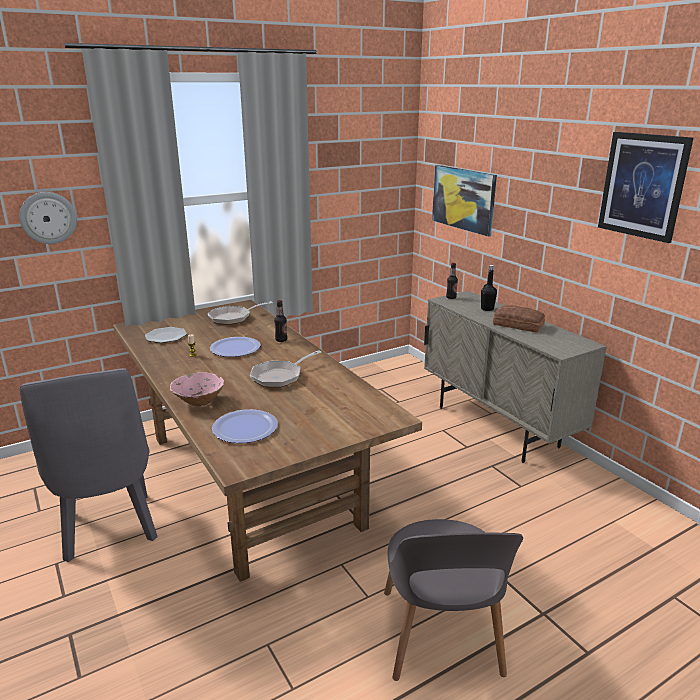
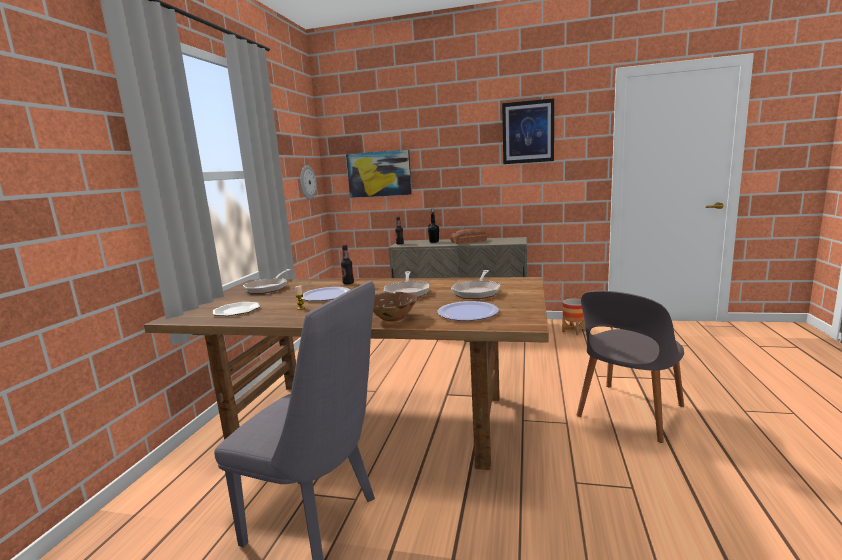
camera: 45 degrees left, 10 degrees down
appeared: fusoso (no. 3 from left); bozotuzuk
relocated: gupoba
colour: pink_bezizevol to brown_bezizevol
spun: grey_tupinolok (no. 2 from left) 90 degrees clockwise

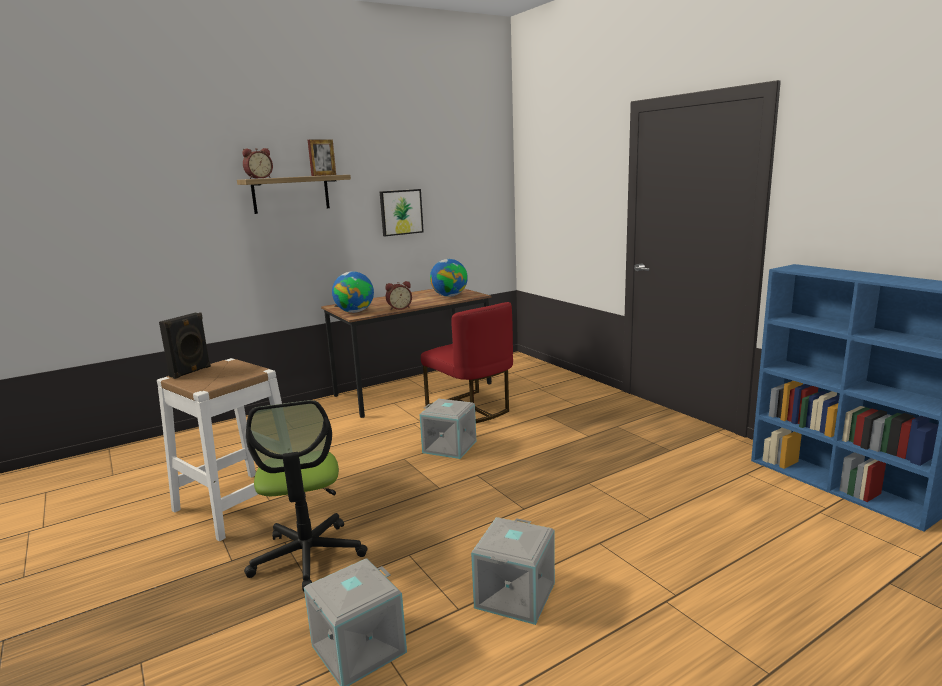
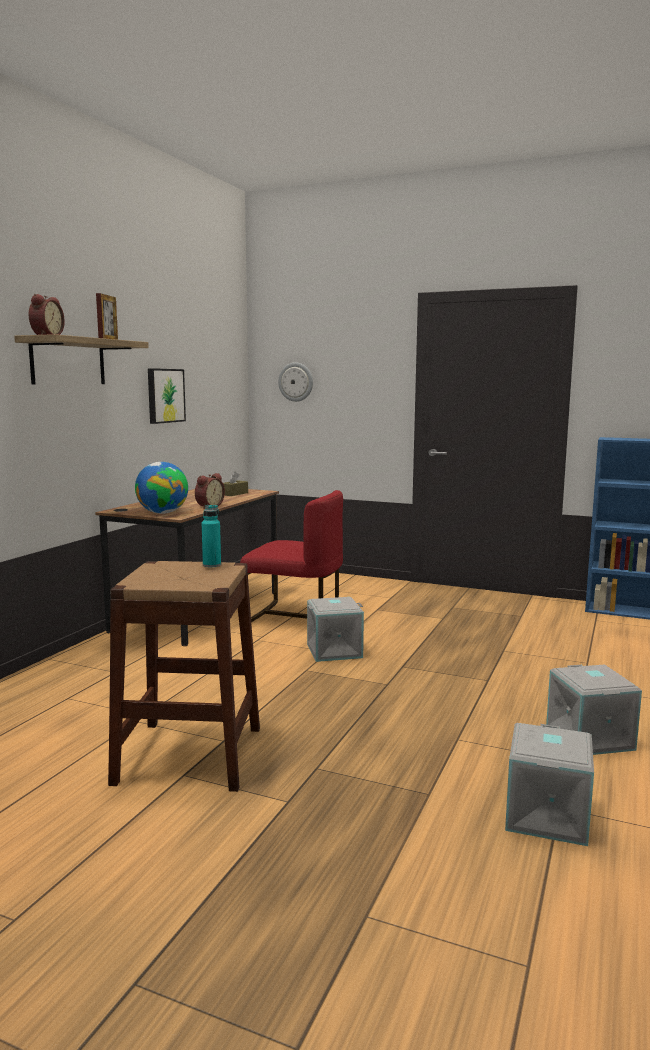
camera: 35 degrees left, 5 degrees down
missing: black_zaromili; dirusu
appeared: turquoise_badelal; gupoba
exchanged: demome (no. 2 from left) to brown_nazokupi
colour: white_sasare to brown_sasare

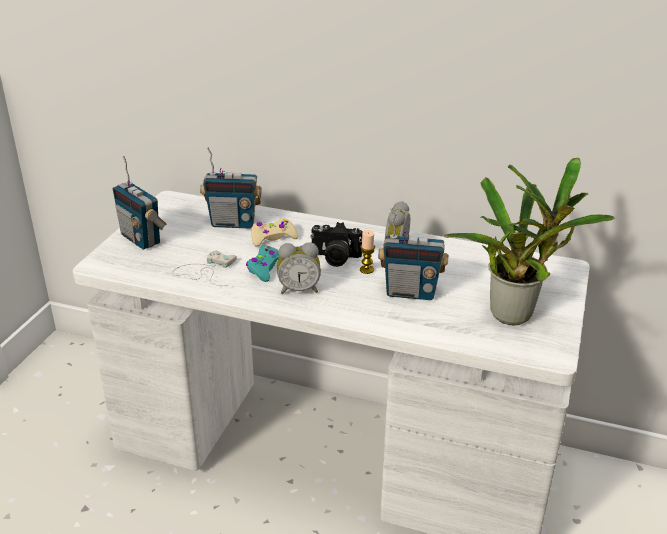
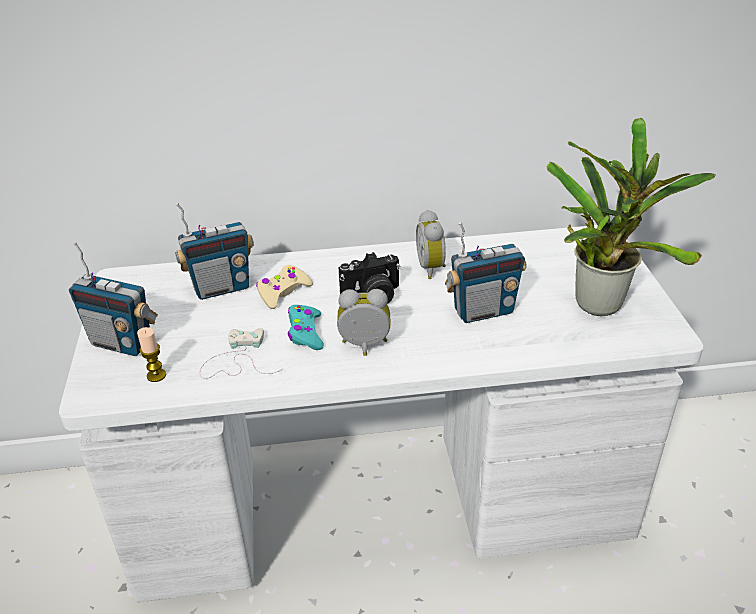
camera: 25 degrees left, 5 degrees up
relocated: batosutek
spun: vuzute (no. 1 from left) 150 degrees counterclockwise

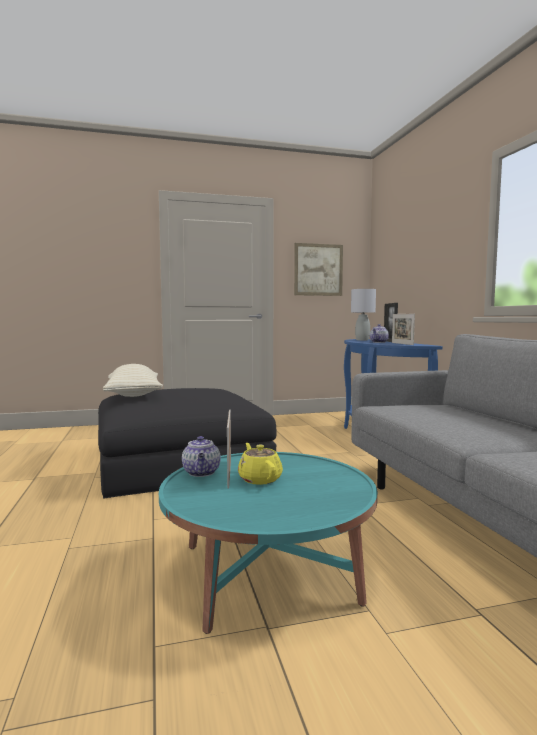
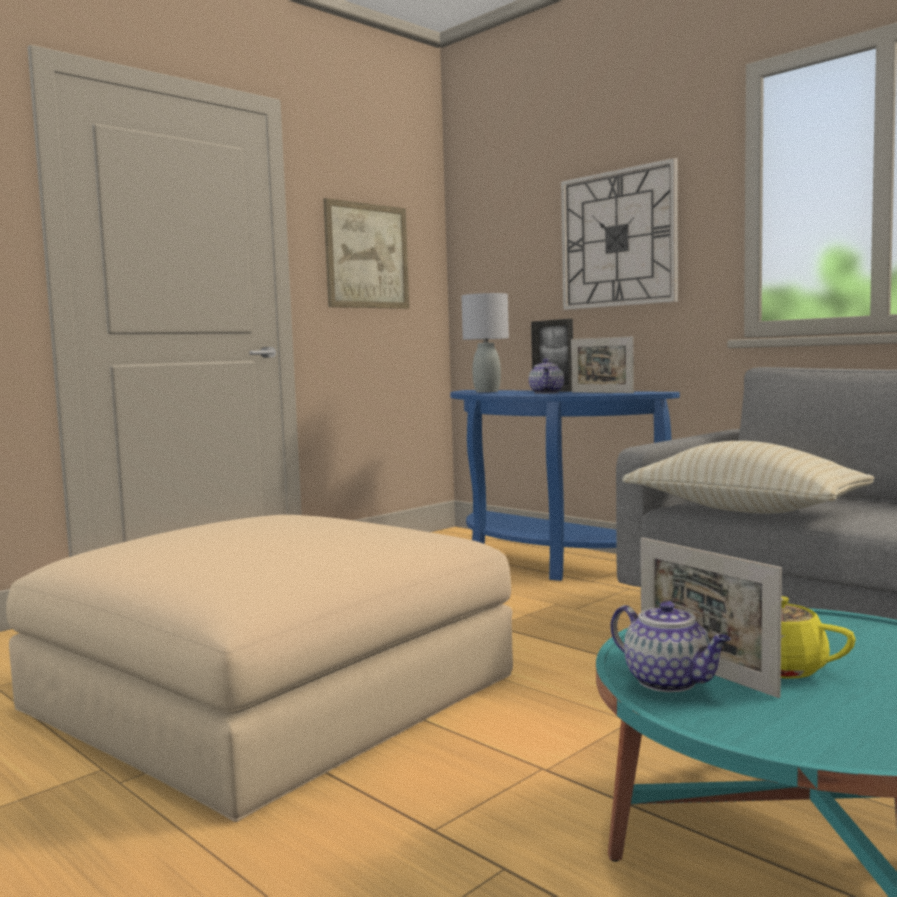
camera: 30 degrees left, 0 degrees up
appeared: gupoba
relocated: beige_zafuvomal
colour: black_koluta to beige_koluta

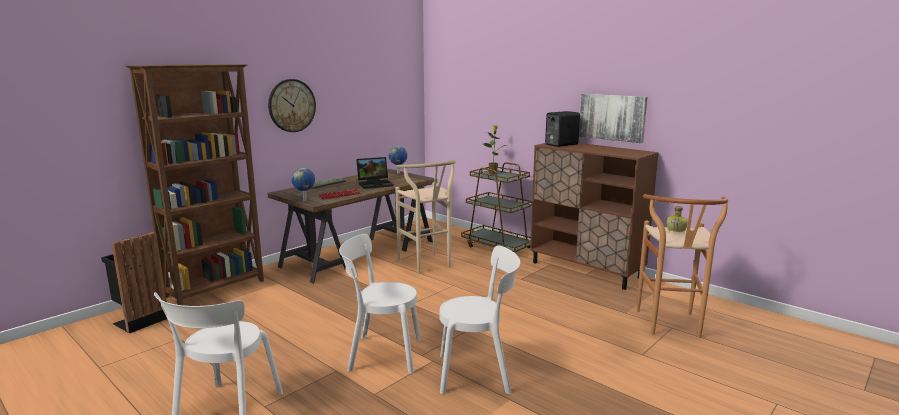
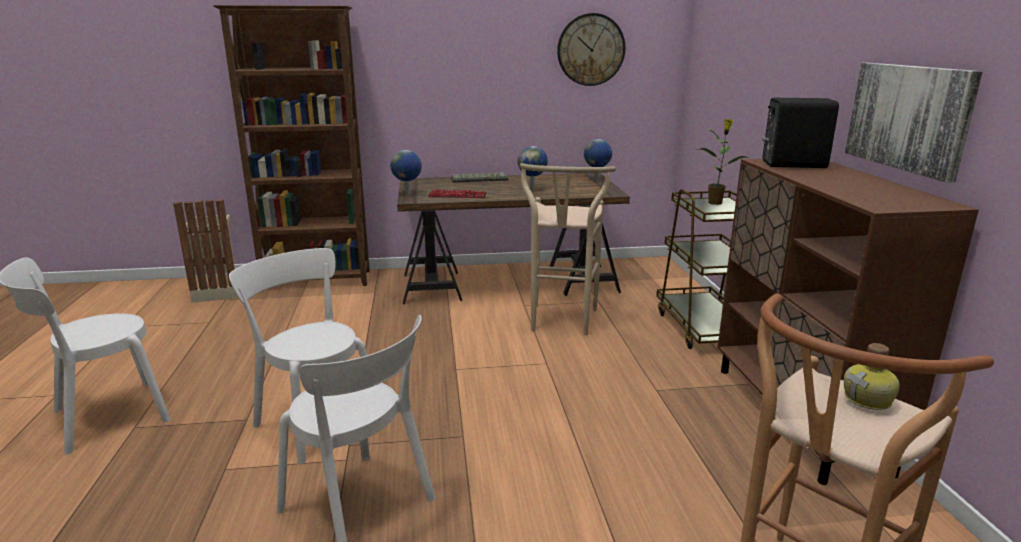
camera: 40 degrees right, 5 degrees up
relocated: gupoba
exchanged: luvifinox to demome (no. 2 from left)
colour: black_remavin to beige_remavin

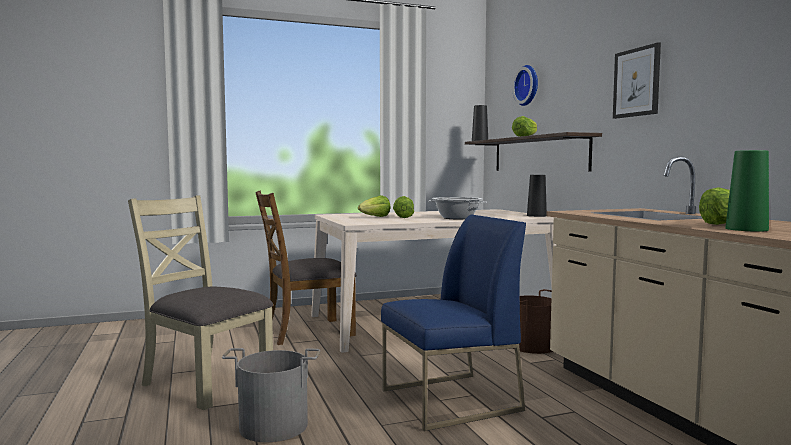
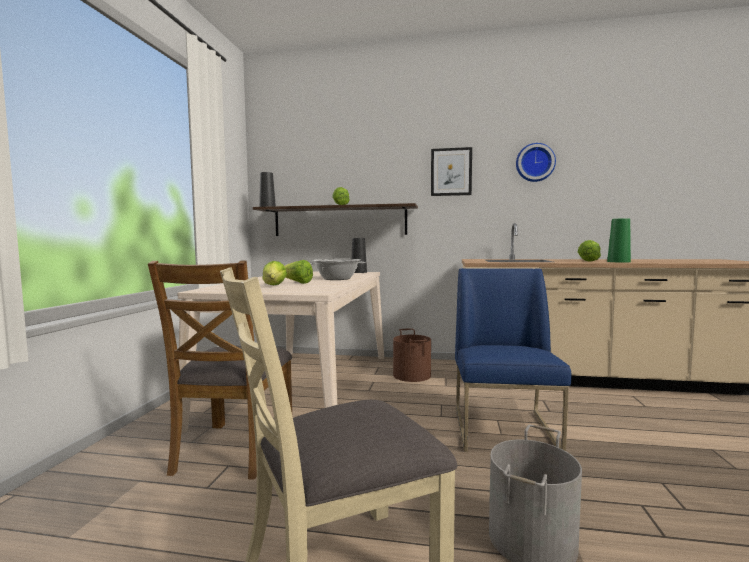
camera: 60 degrees left, 0 degrees up
relocated: gupoba

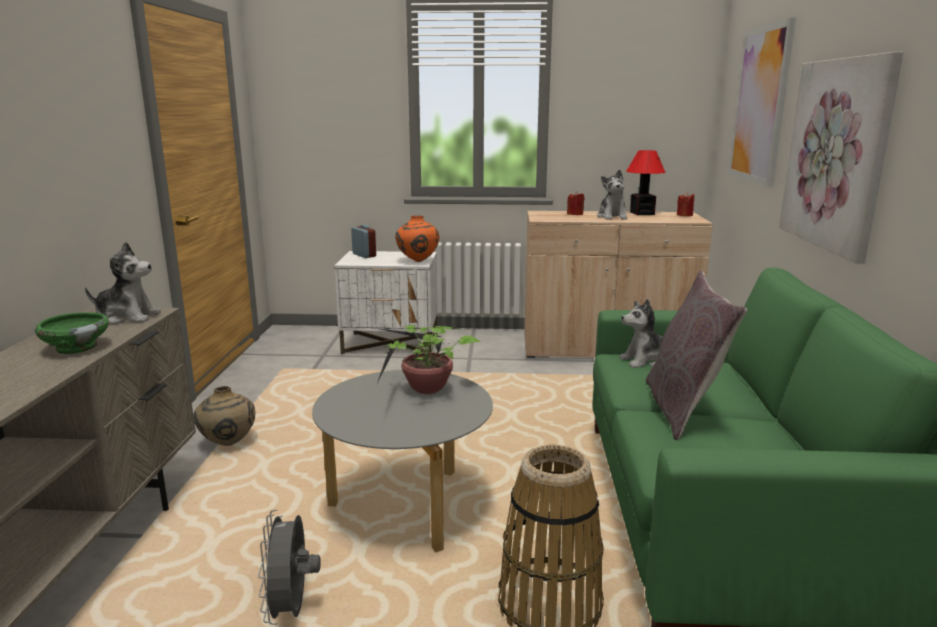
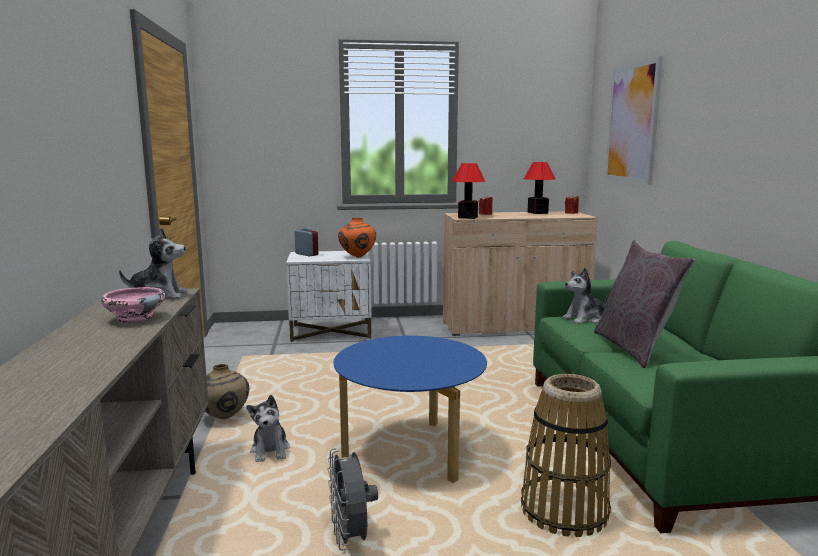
camera: 10 degrees left, 5 degrees down
missing: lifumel; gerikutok (no. 2 from left)
appeared: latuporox (no. 1 from left)
relocated: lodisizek (no. 2 from left)
colour: green_bezizevol to pink_bezizevol; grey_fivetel to blue_fivetel

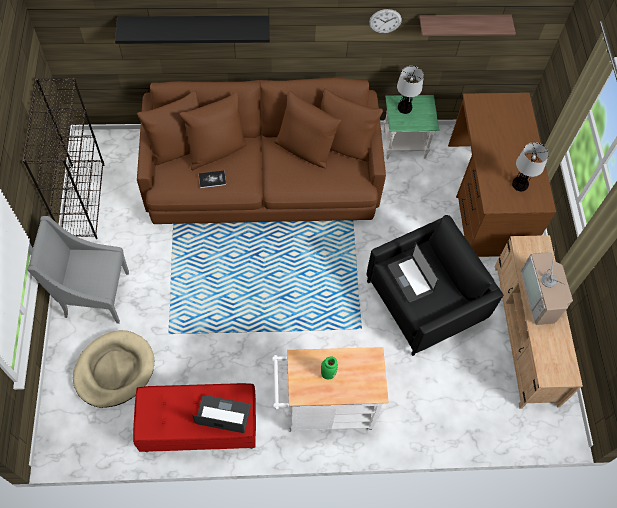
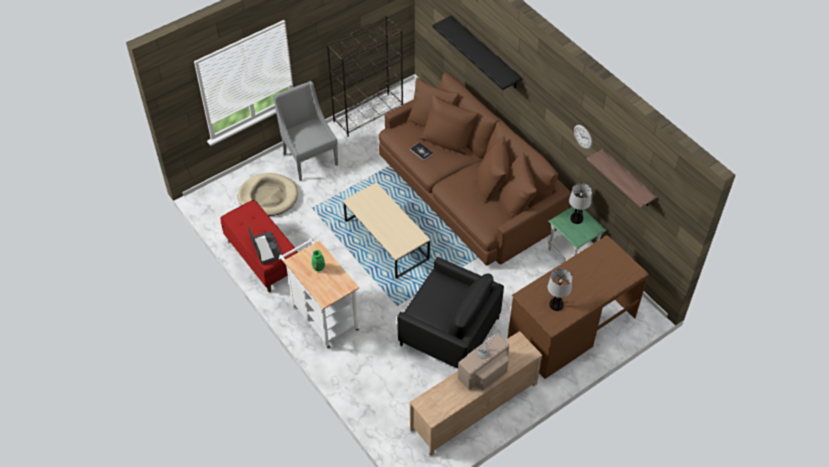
camera: 60 degrees right, 10 degrees down
missing: luvifinox (no. 2 from left)
appeared: beige_fivetel

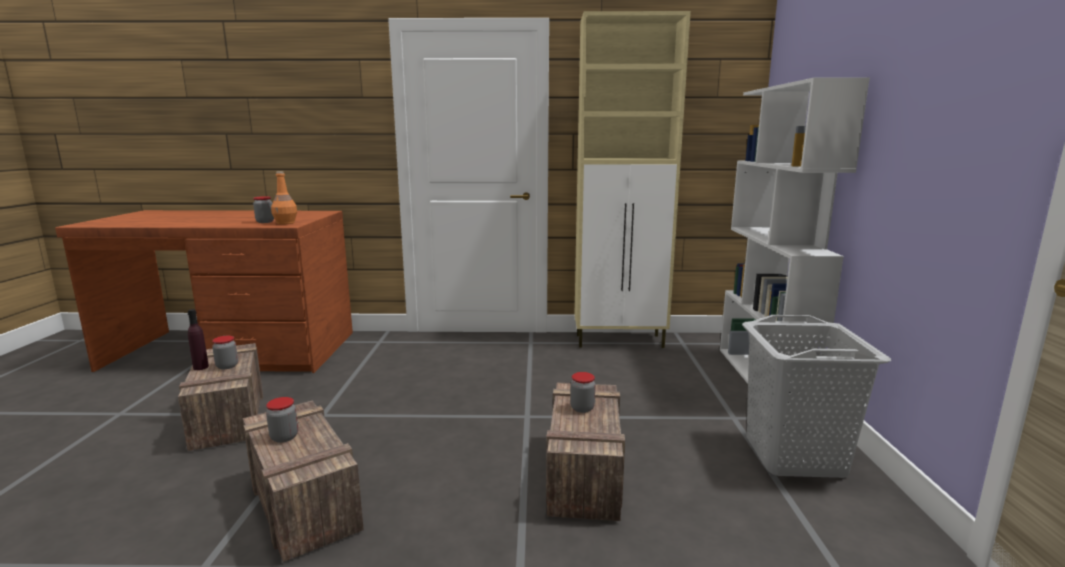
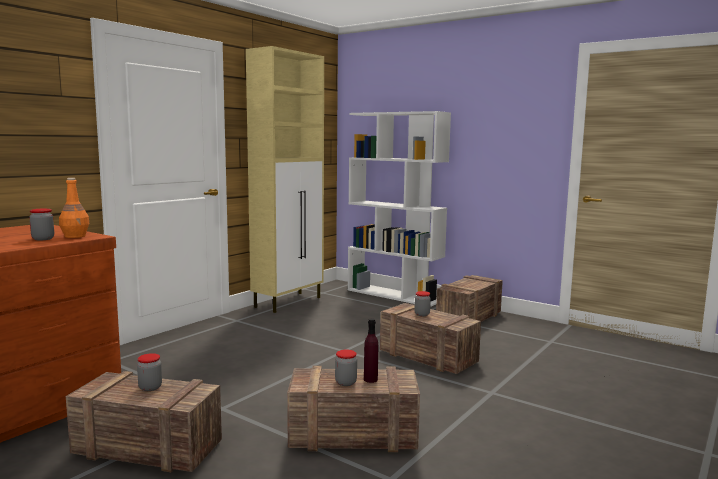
camera: 55 degrees left, 5 degrees down
relocated: purple_badelal
exchanged: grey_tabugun to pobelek (no. 4 from left)

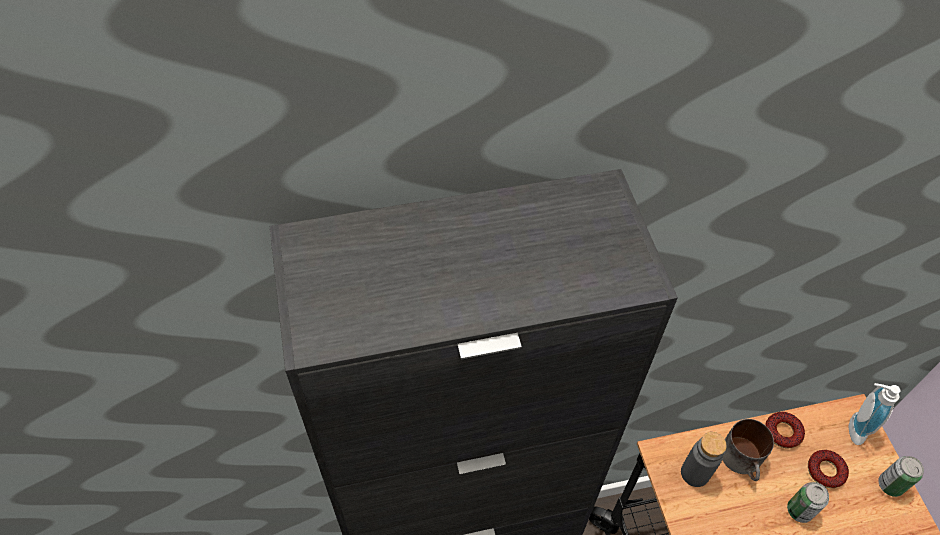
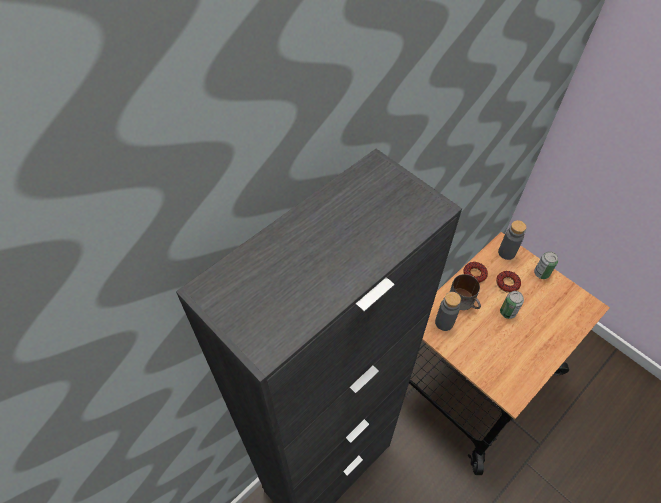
camera: 30 degrees left, 0 degrees up
exchanged: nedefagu to grey_badelal (no. 2 from left)

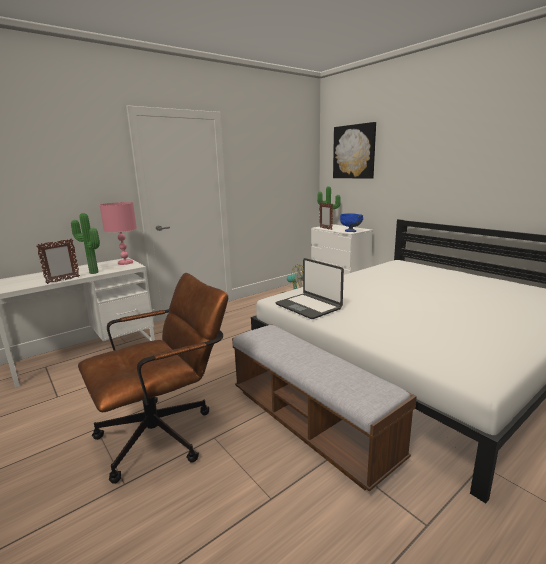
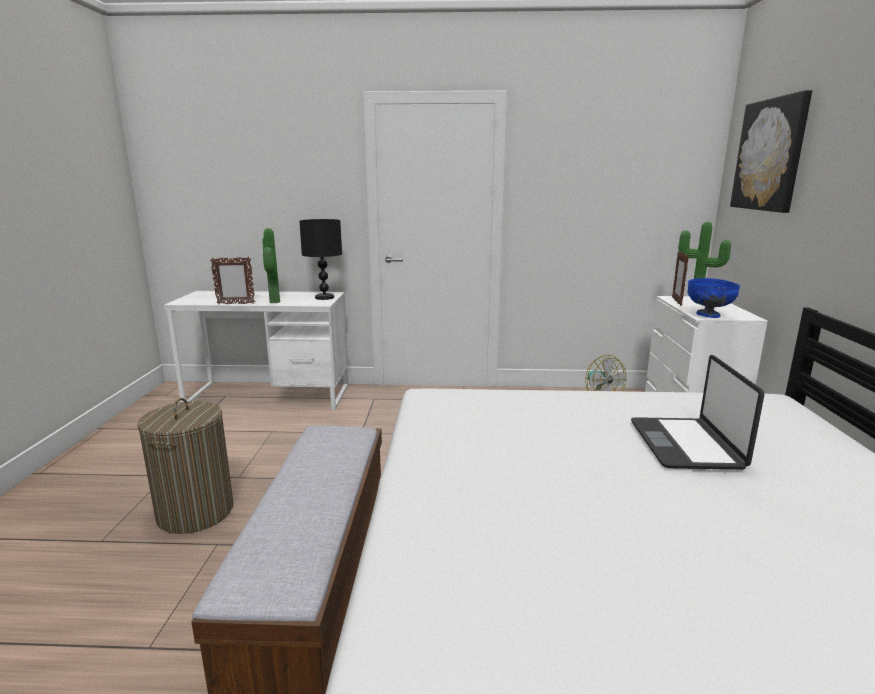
camera: 40 degrees right, 0 degrees up
relocated: luvifinox
exchanged: brown_dirusu to tabugun
colour: pink_latuporox to black_latuporox

